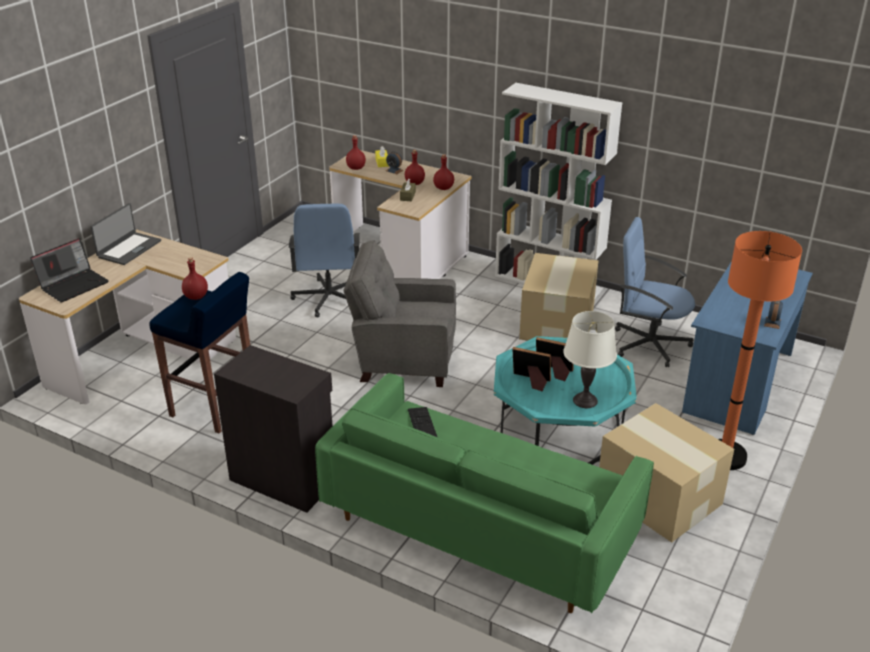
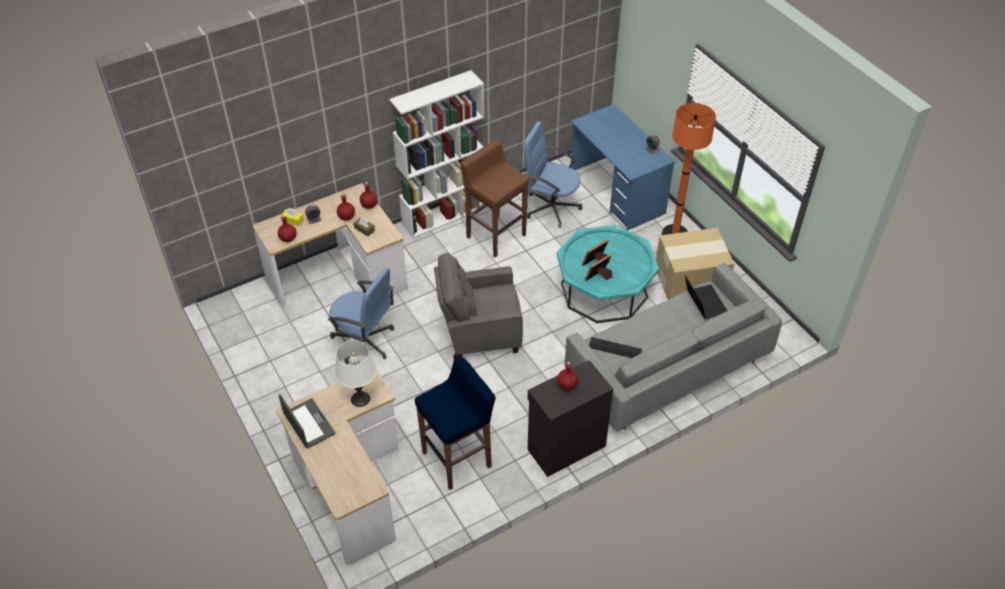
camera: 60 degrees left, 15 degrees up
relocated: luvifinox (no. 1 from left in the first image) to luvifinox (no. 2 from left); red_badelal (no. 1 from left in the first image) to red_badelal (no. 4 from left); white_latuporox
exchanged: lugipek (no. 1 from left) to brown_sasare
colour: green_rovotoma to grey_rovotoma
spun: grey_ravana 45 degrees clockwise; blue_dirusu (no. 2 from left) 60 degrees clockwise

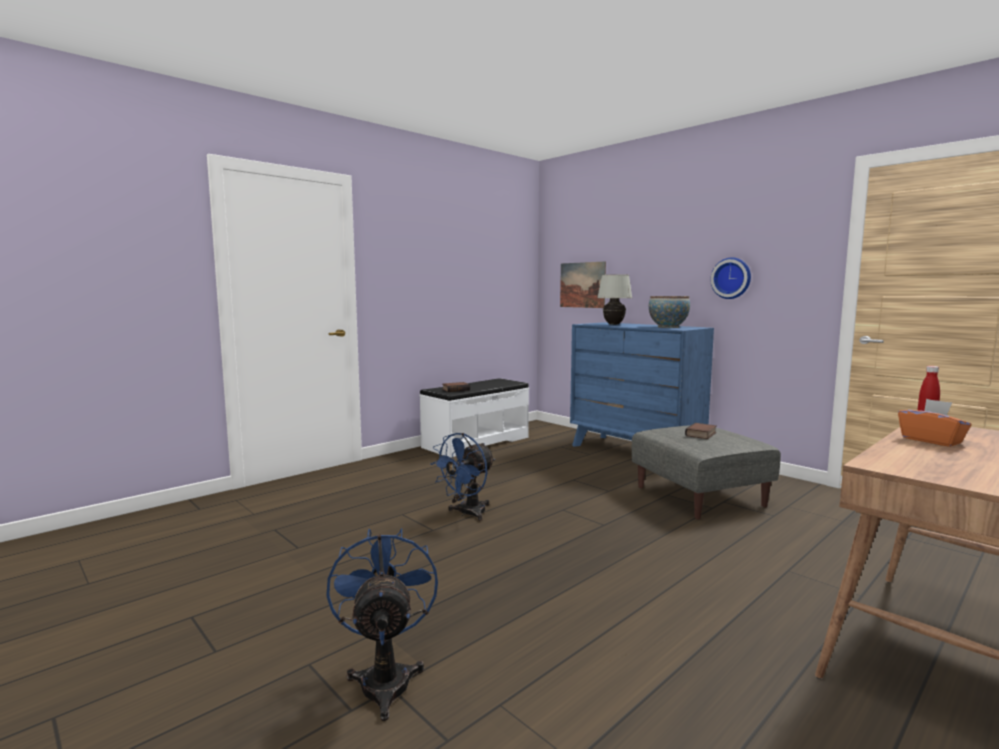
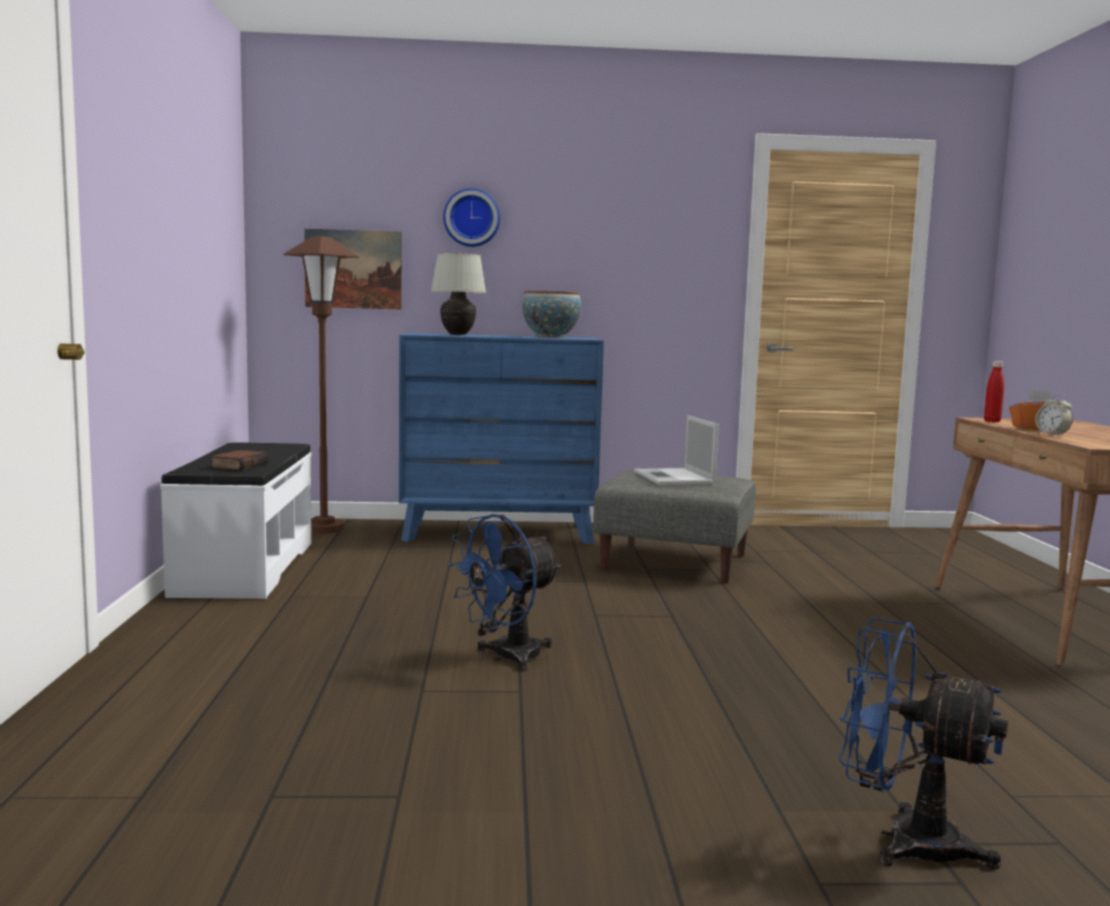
camera: 50 degrees left, 0 degrees up
appeared: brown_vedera; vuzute
relocated: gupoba
exchanged: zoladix (no. 2 from left) to luvifinox
spun: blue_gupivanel (no. 2 from left in the first image) 60 degrees clockwise

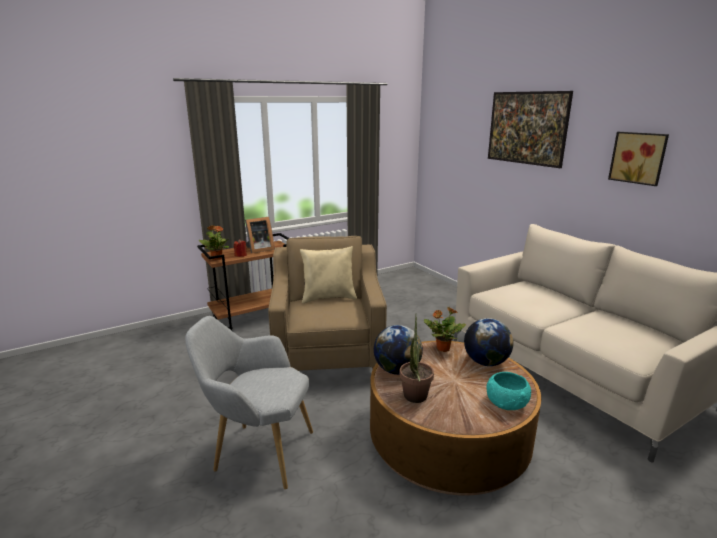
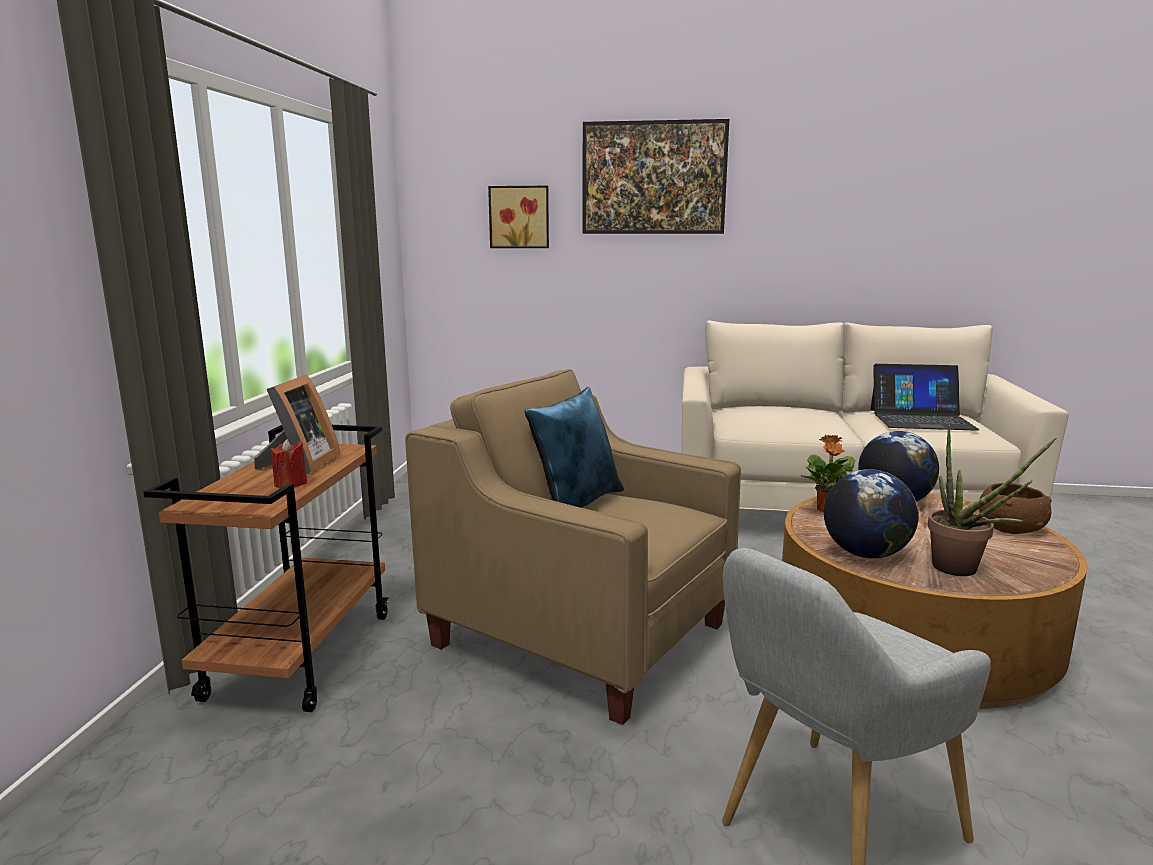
camera: 50 degrees left, 5 degrees down
missing: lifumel (no. 1 from left)
appeared: luvifinox
relocated: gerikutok (no. 2 from left in the first image) to gerikutok (no. 1 from left)
colour: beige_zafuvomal to blue_zafuvomal; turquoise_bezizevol to brown_bezizevol

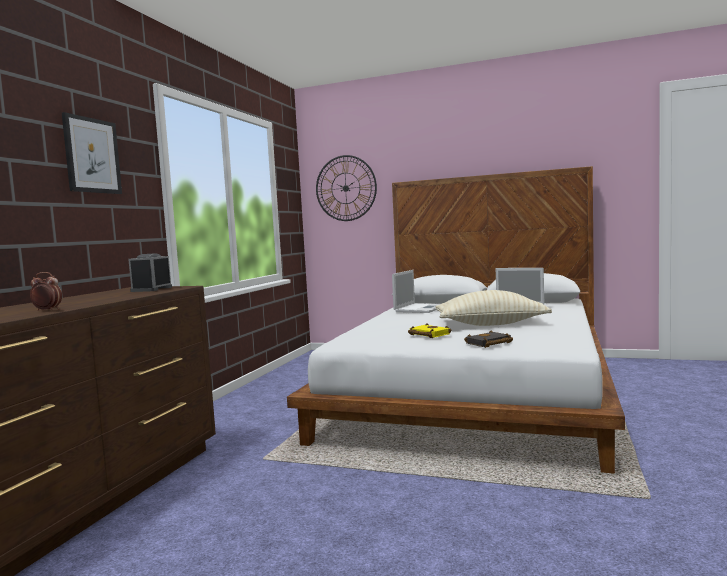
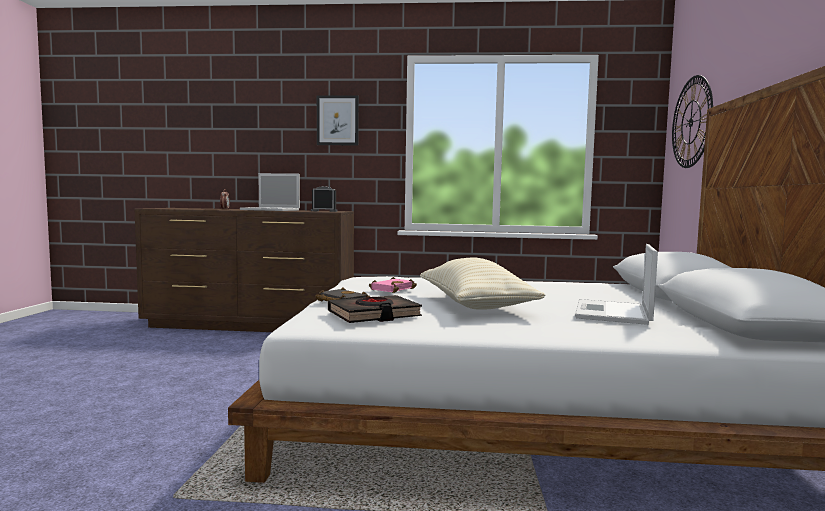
camera: 75 degrees right, 0 degrees up
appeared: black_zoladix (no. 2 from left)
relocated: luvifinox (no. 1 from left)
colour: yellow_zoladix to pink_zoladix

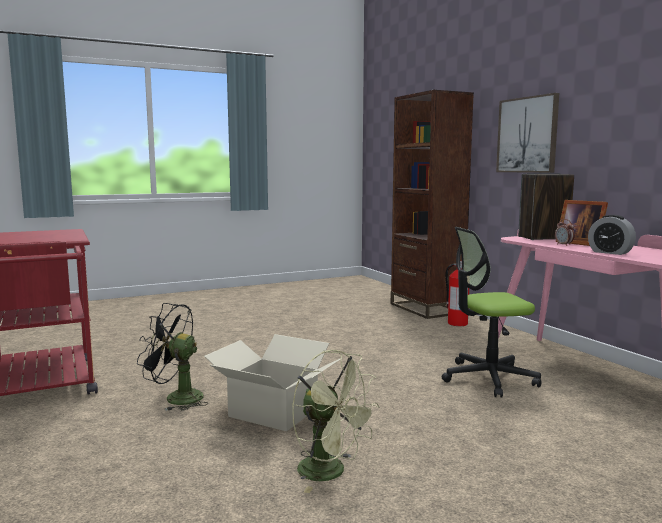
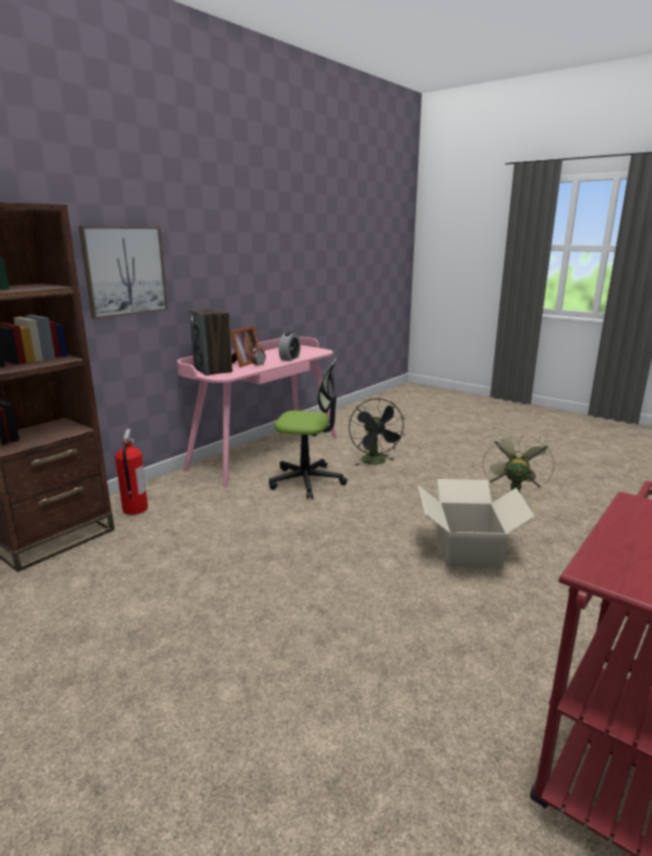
camera: 115 degrees left, 10 degrees up
relocated: black_gupivanel
spun: dirusu 45 degrees counterclockwise

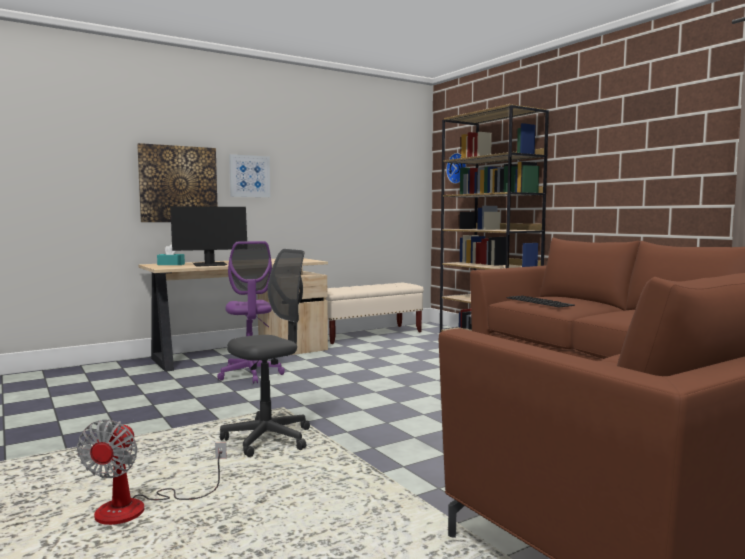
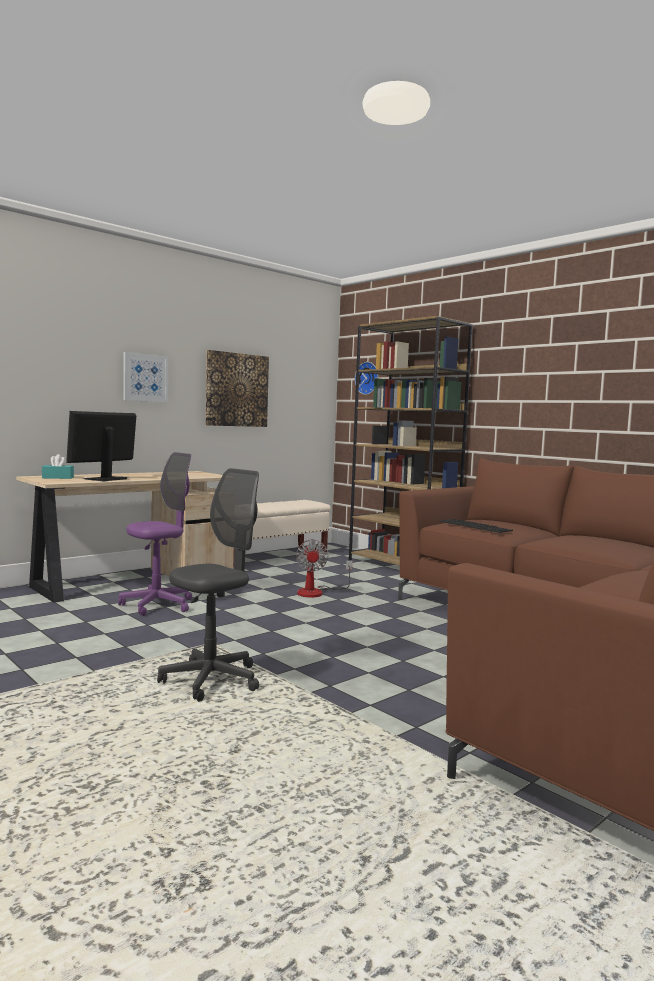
camera: 10 degrees left, 0 degrees up
relocated: gupivanel; gerikutok (no. 1 from left in the first image) to gerikutok (no. 2 from left)
spun: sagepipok 150 degrees clockwise; purple_dirusu 105 degrees counterclockwise

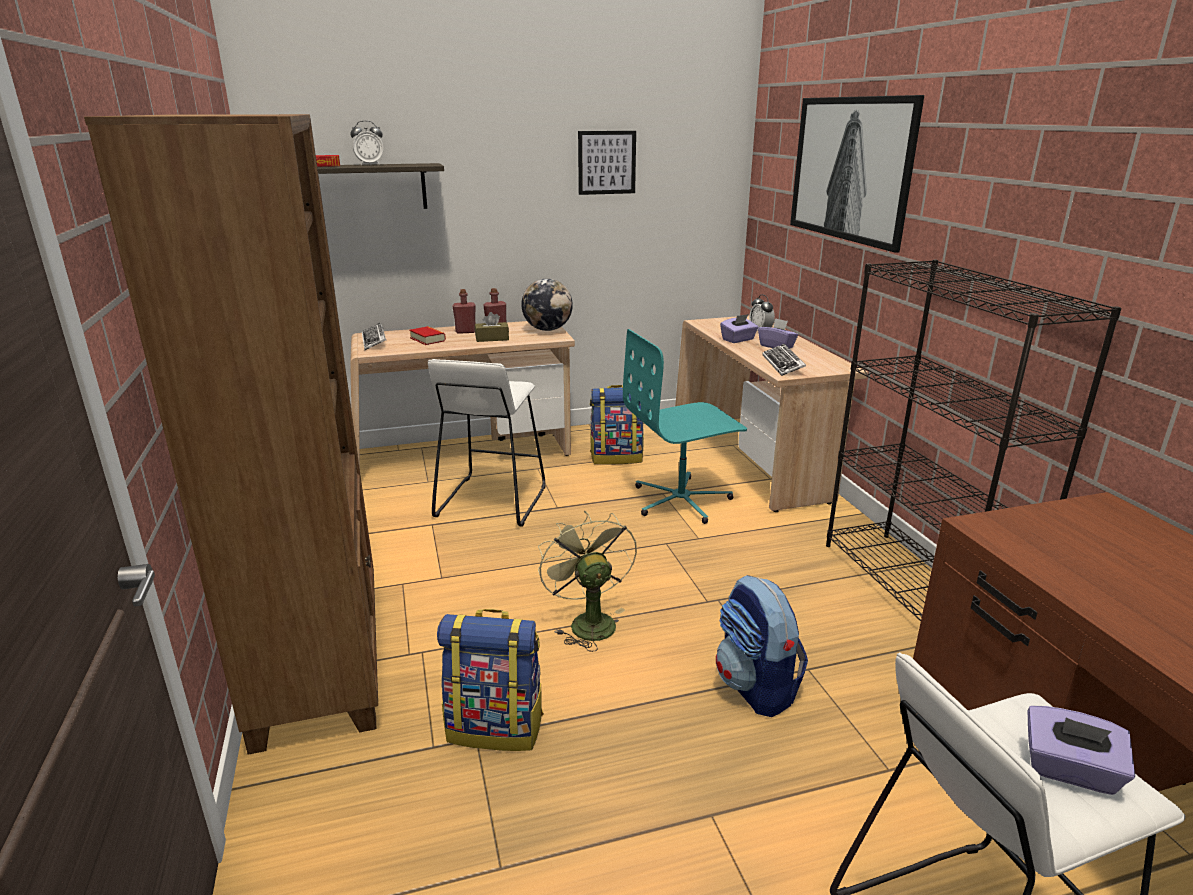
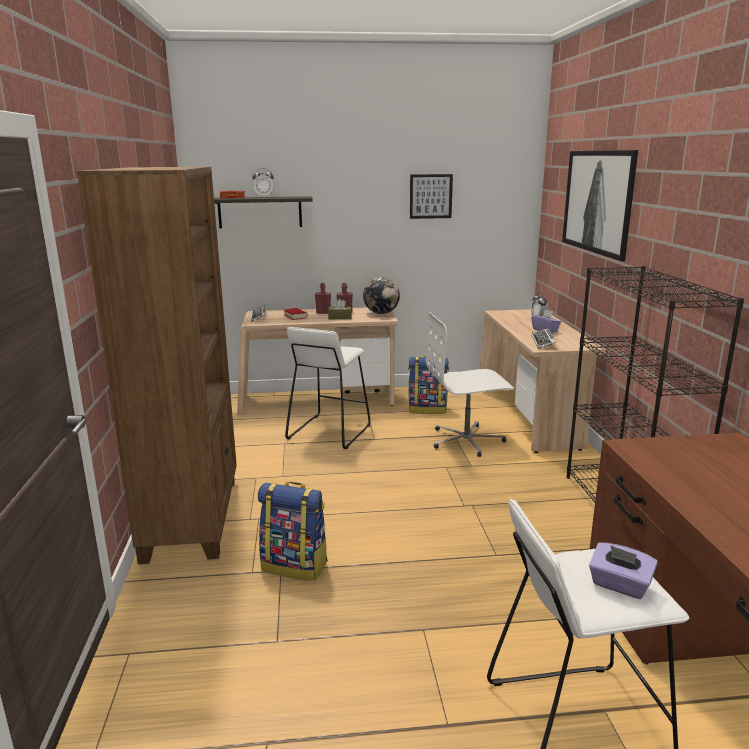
camera: 10 degrees right, 5 degrees down
missing: green_gupivanel; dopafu (no. 3 from left); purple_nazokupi (no. 1 from left)
colour: turquoise_dirusu to white_dirusu

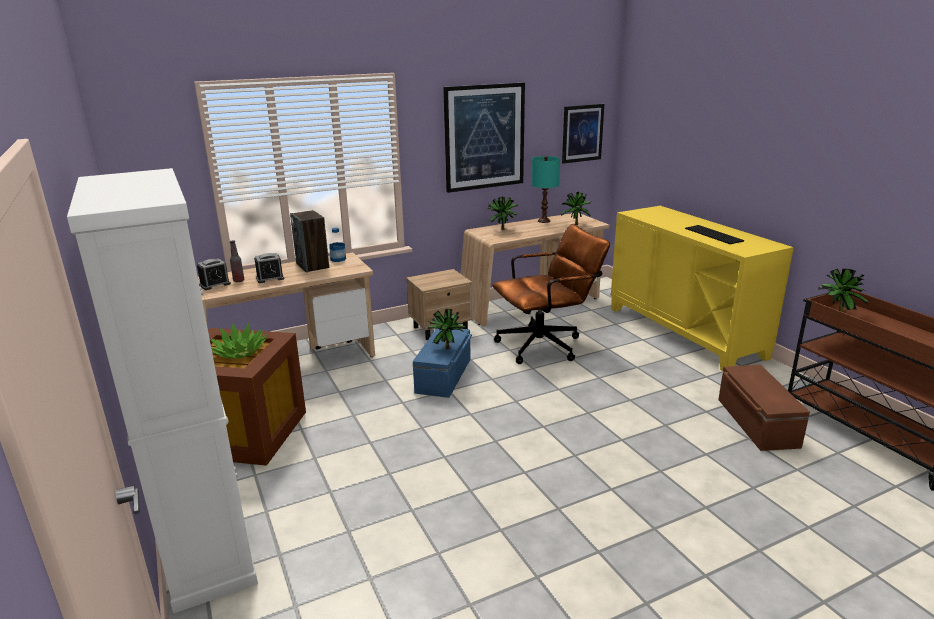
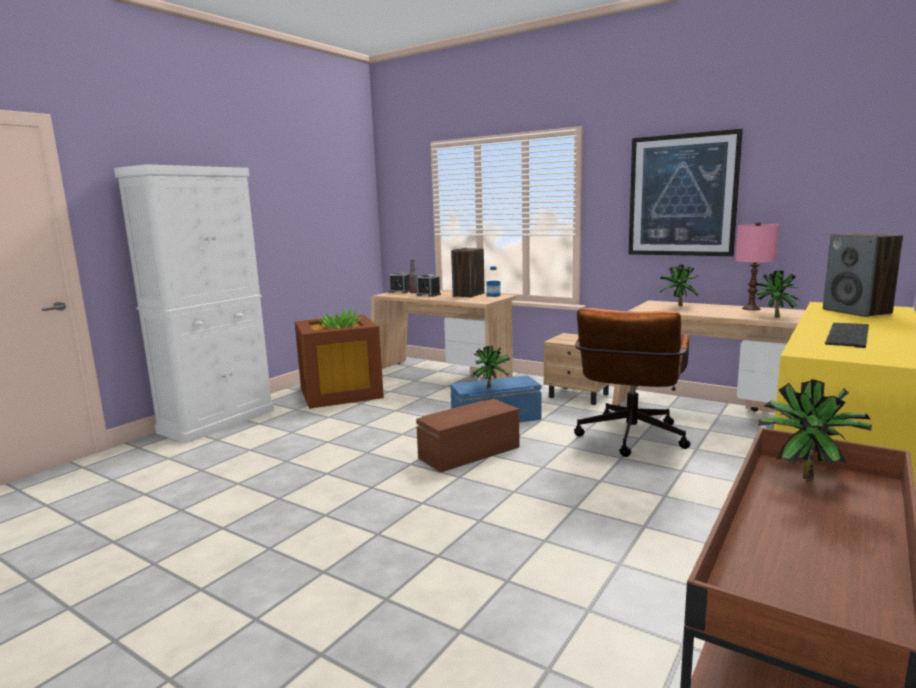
camera: 60 degrees right, 10 degrees down
missing: gerikutok (no. 2 from left)
appeared: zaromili (no. 2 from left)
relocated: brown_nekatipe (no. 2 from left)
colour: turquoise_latuporox to pink_latuporox
spun: brown_dirusu 75 degrees clockwise

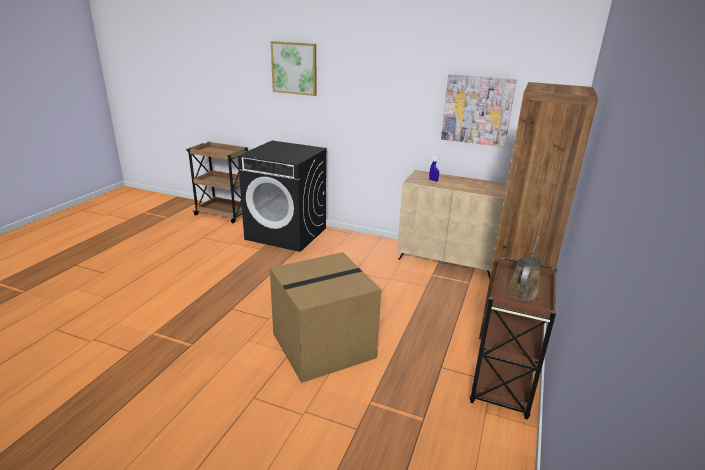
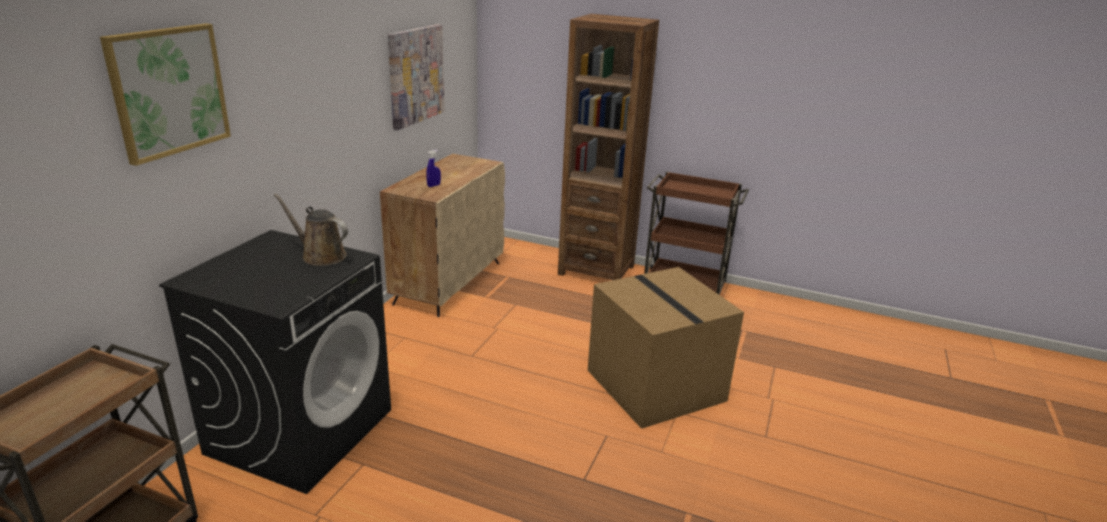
camera: 90 degrees left, 0 degrees up
relocated: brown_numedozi

